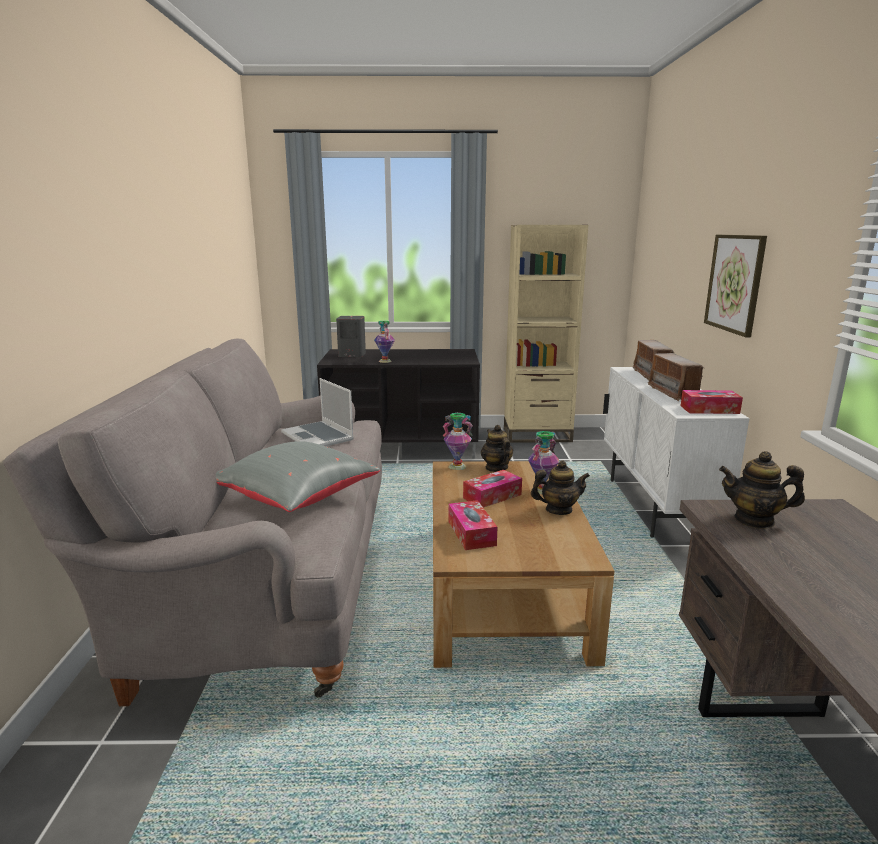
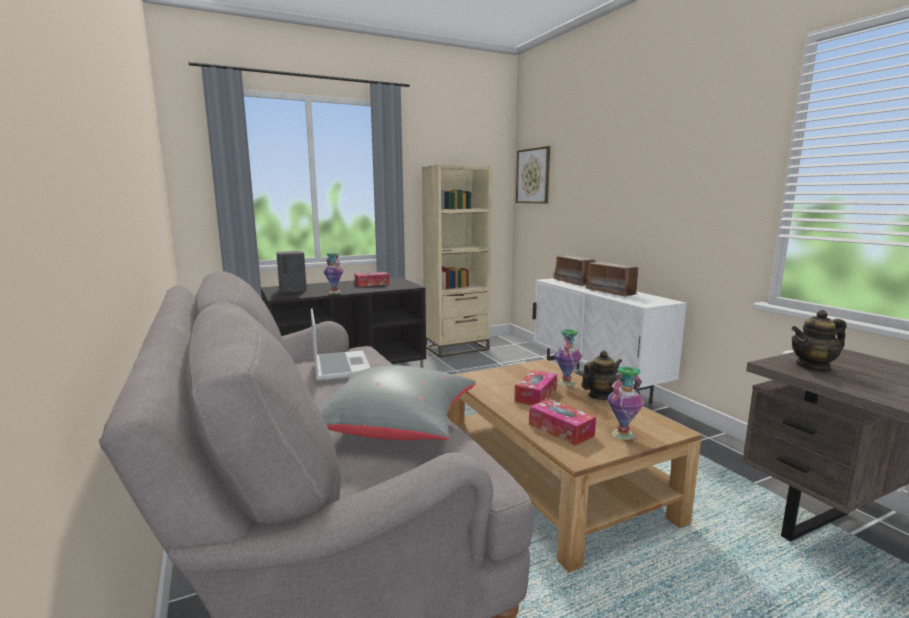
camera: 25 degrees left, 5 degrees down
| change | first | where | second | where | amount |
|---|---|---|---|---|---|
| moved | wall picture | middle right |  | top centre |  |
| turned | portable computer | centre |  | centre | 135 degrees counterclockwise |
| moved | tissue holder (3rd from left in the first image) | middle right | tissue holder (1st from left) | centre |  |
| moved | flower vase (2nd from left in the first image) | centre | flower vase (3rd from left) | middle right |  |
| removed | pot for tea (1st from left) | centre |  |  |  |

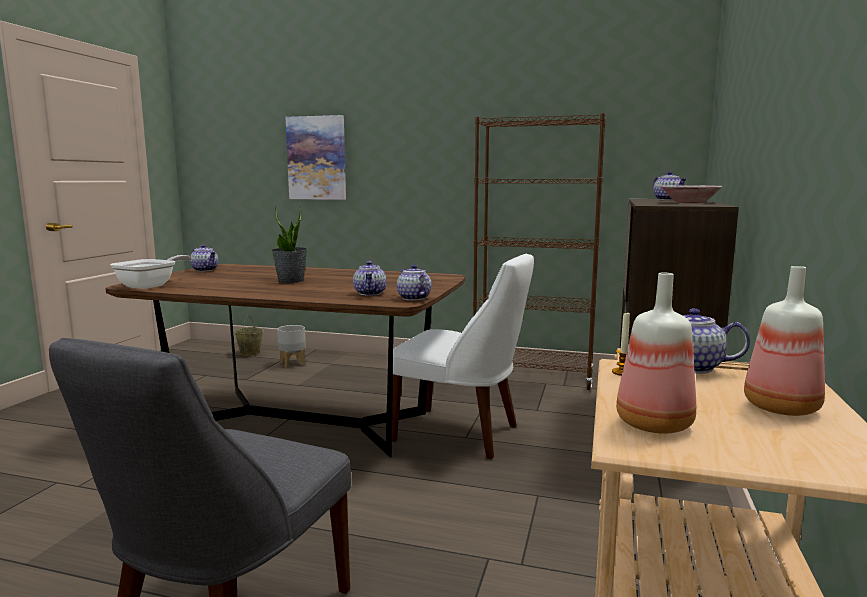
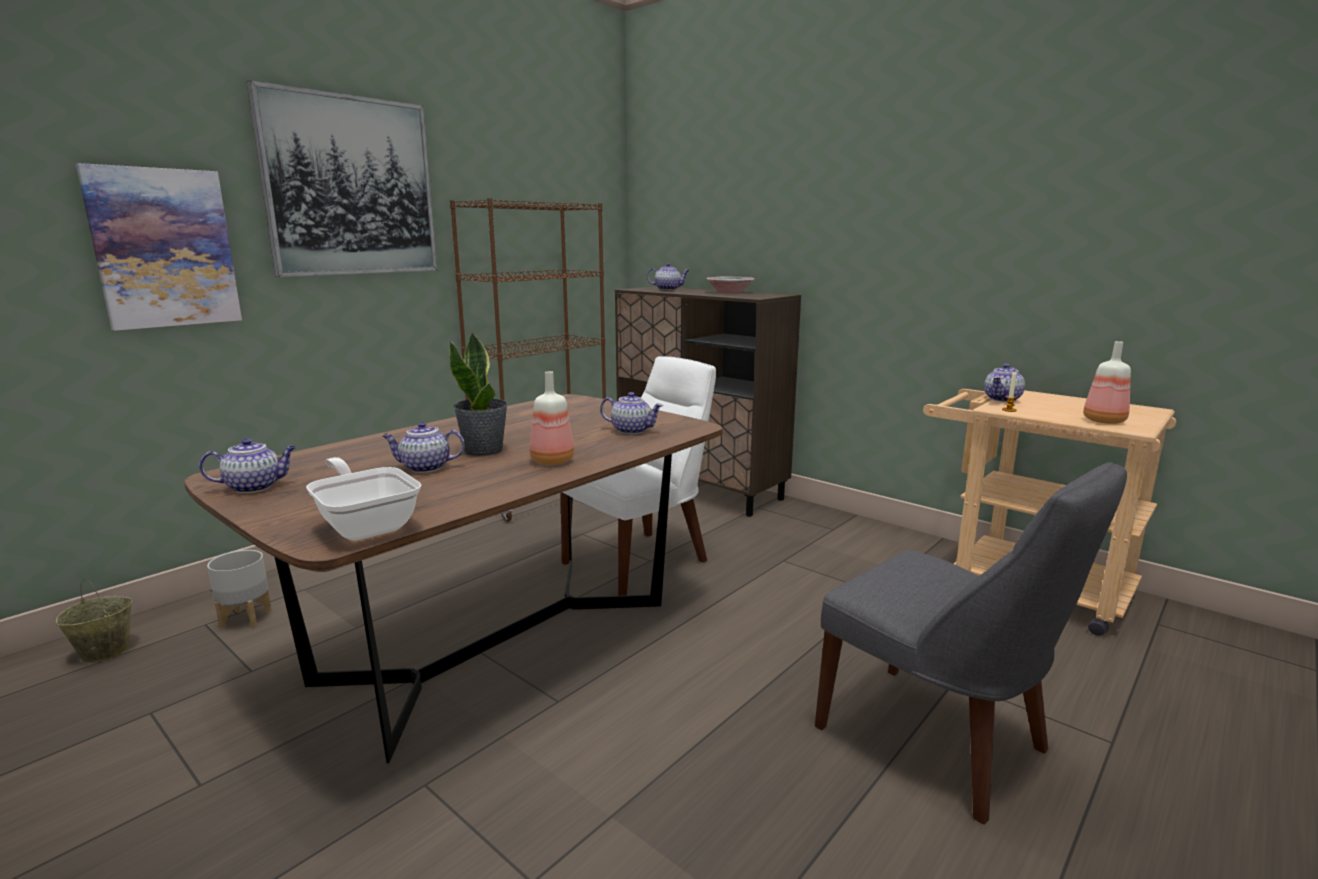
camera: 65 degrees left, 5 degrees up
| change | first | where | second | where | amount |
|---|---|---|---|---|---|
| moved | pot for tea (3rd from left in the first image) | centre | pot for tea (2nd from left) | middle left |  |
| moved | bottle (2nd from left in the first image) | middle right | bottle (1st from left) | centre |  |
| added |  |  | wall picture (2nd from left) | top left |  |

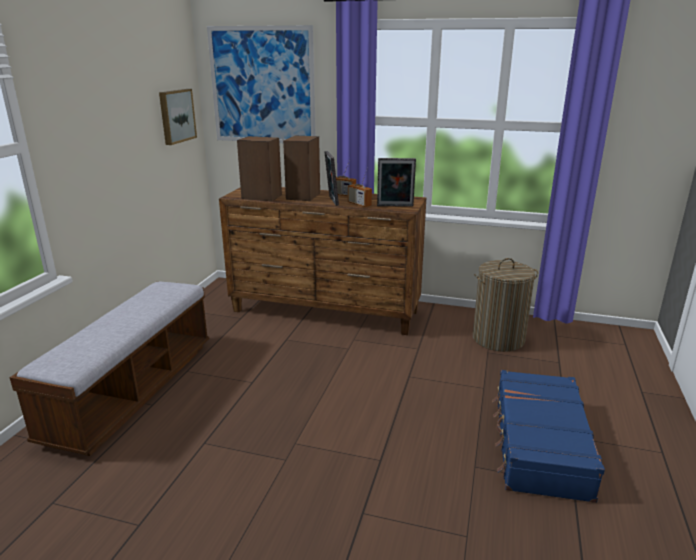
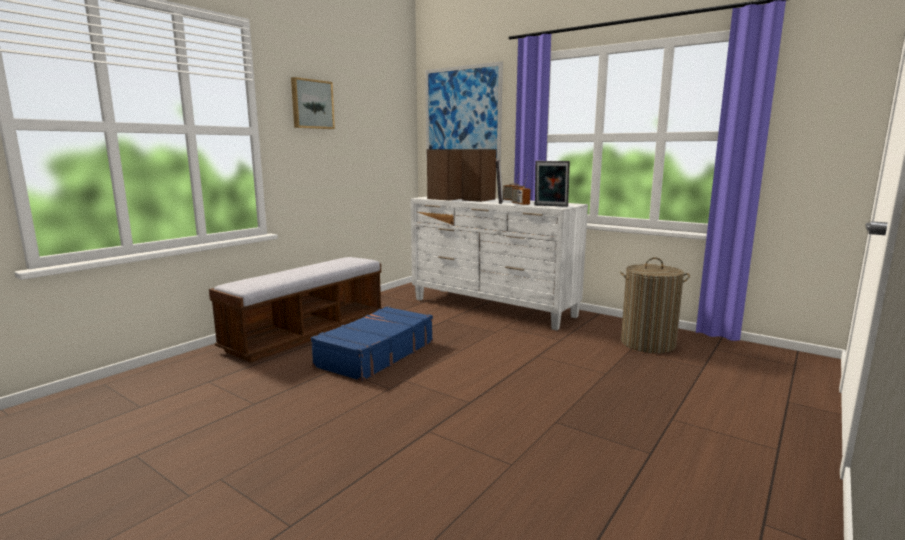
camera: 20 degrees right, 10 degrees down
| change | first | where | second | where | amount |
|---|---|---|---|---|---|
| moved | wall picture (1st from left) | top left |  | top centre |  |
| recoloured | dresser/brownish | centre | dresser/white-coloured | centre |  |
| moved | suitcase/blue | bottom right |  | centre |  |

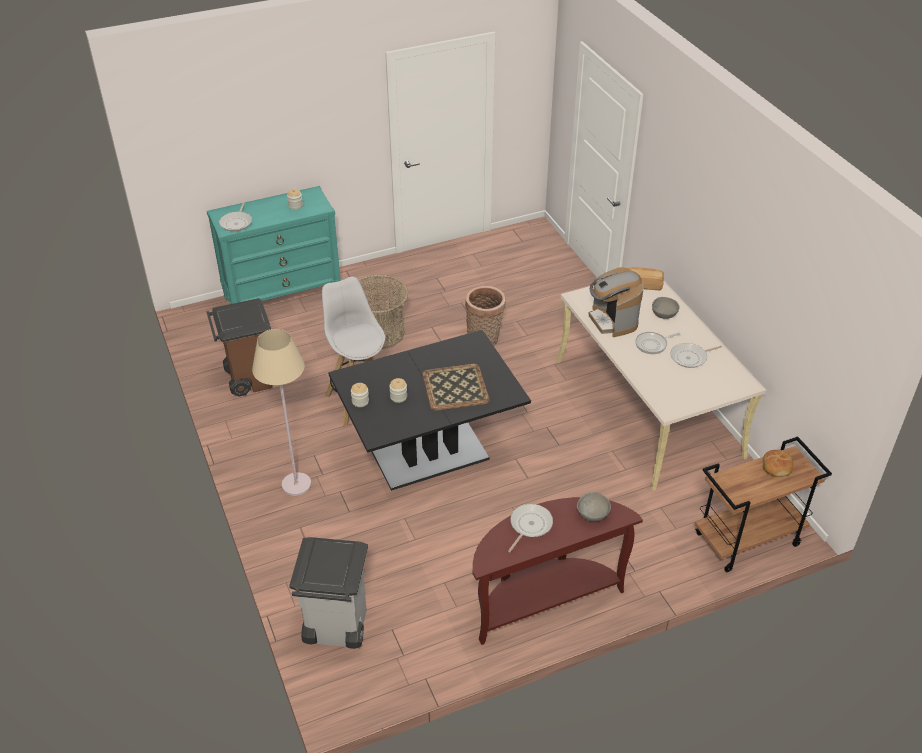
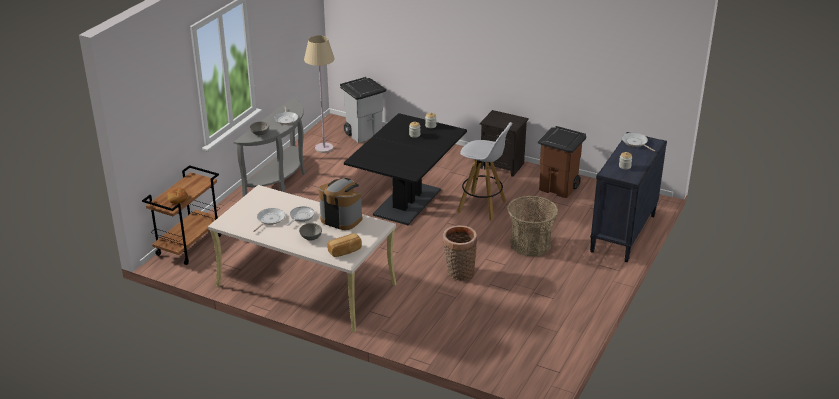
camera: 140 degrees right, 10 degrees down
| change | first | where | second | where | amount |
|---|---|---|---|---|---|
| recoloured | dresser/turquoise | top left | dresser/black | middle right |  |
| moved | floor lamp/sand-coloured | middle left |  | top centre |  |
| removed | tray | centre |  |  |  |
| recoloured | narrow table/brownish | bottom centre | narrow table/gray | middle left |  |
| added |  |  | bedside table/black | centre |  |

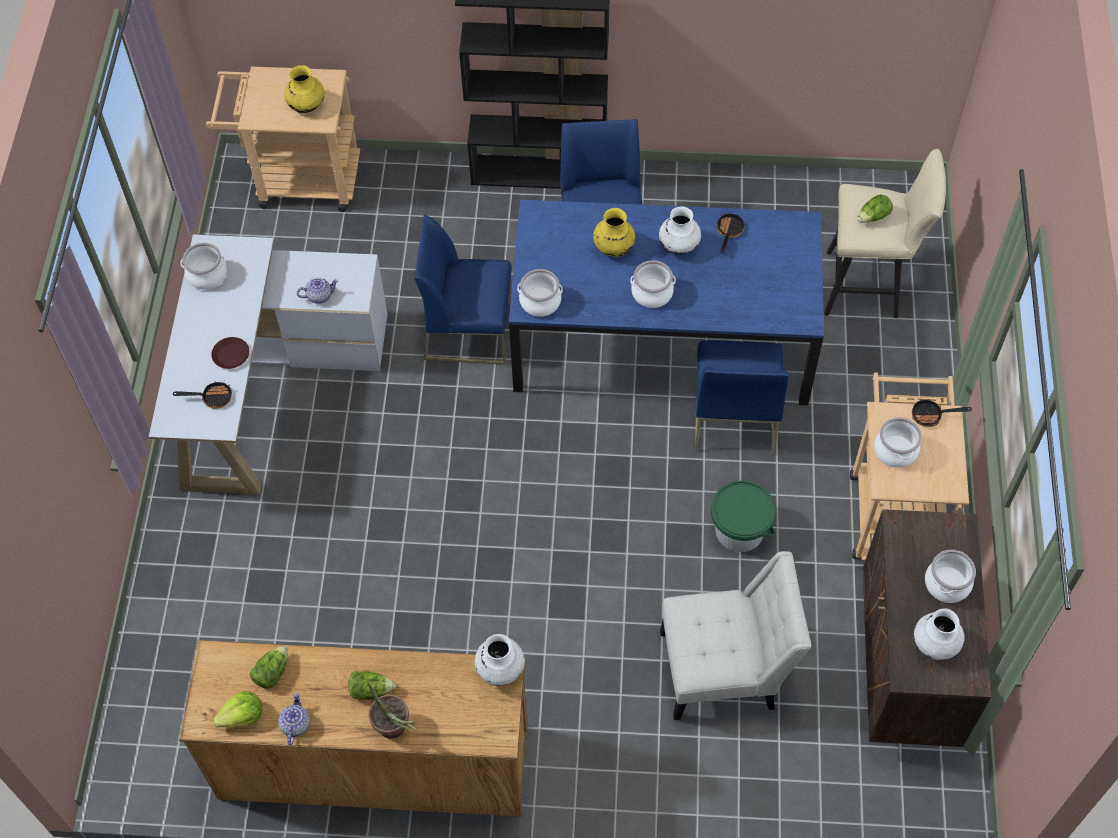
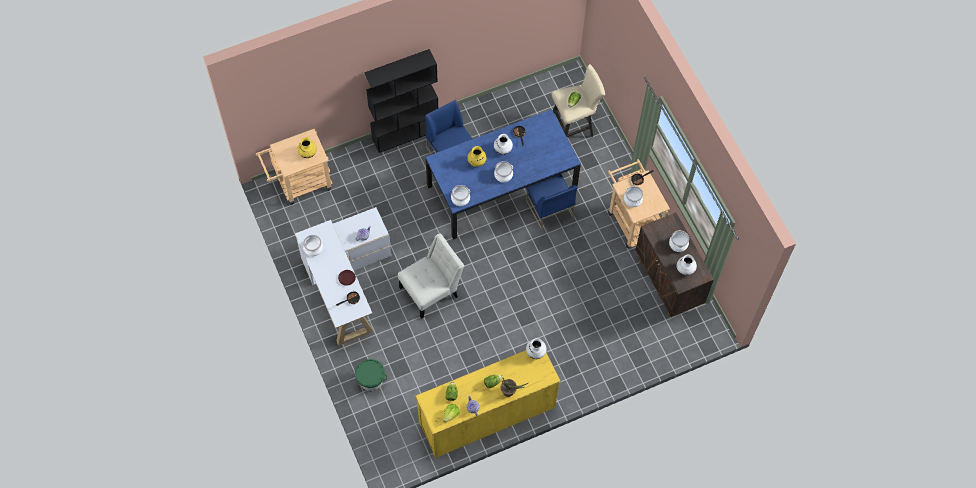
camera: 30 degrees left, 5 degrees up
| change | first | where | second | where | amount |
|---|---|---|---|---|---|
| removed | chair/blue (1st from left) | centre |  |  |  |
| moved | bucket/greenish | centre |  | bottom centre |  |
| moved | chair/white-coloured | bottom centre |  | centre |  |
| recoloured | dresser/brownish | bottom left | dresser/yellow-coloured | bottom centre |  |

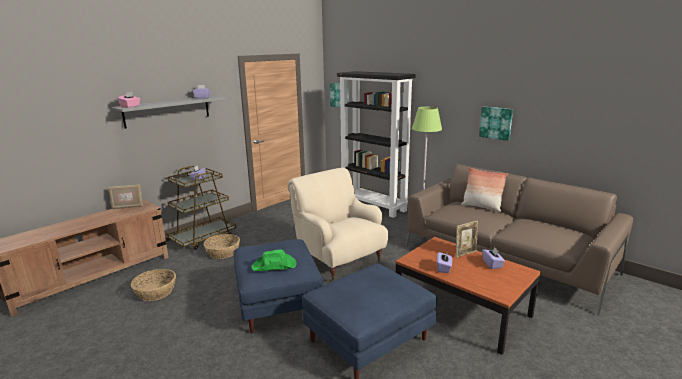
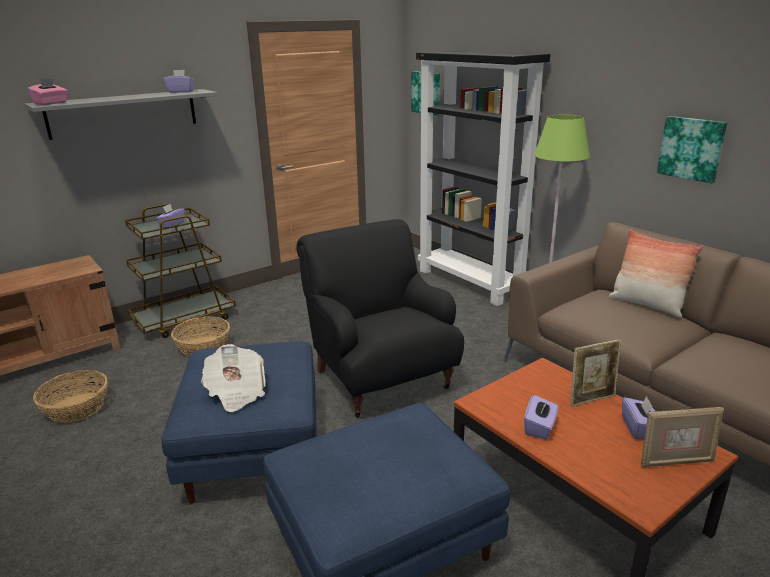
camera: 10 degrees right, 5 degrees up
| change | first | where | second | where | amount |
|---|---|---|---|---|---|
| recoloured | lounge chair/sand-coloured | centre | lounge chair/black | centre |  |
| moved | standing frame (1st from left in the first image) | middle left | standing frame (2nd from left) | bottom right |  |
| replaced | wearable hat/greenish | bottom centre | printed paper | middle left |  |

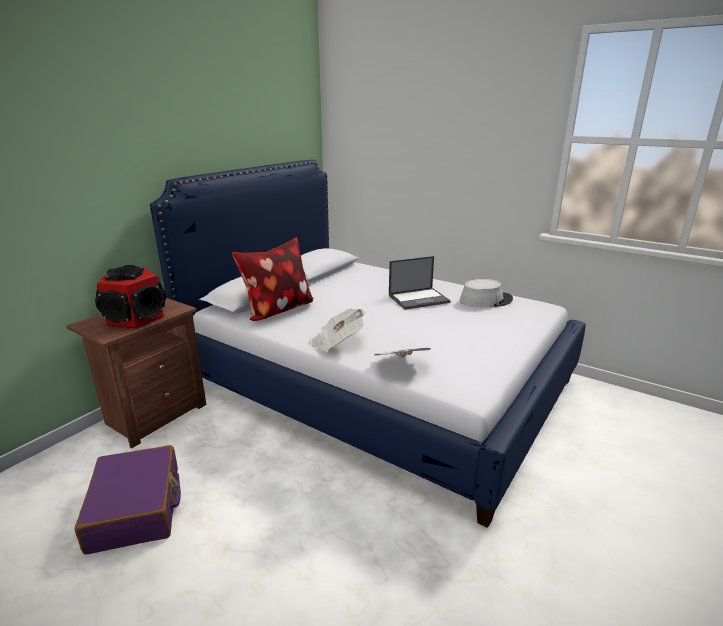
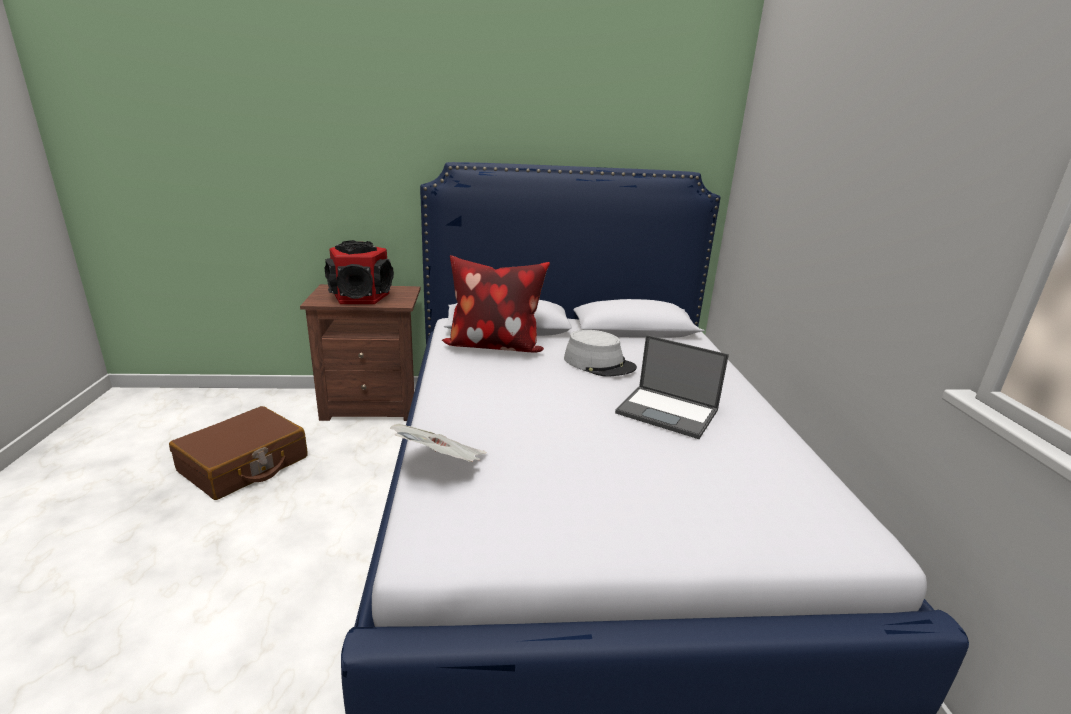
camera: 50 degrees right, 0 degrees up
| change | first | where | second | where | amount |
|---|---|---|---|---|---|
| moved | wearable hat/gray | middle right |  | centre |  |
| removed | printed paper (1st from left) | centre |  |  |  |
| recoloured | suitcase/purple | bottom left | suitcase/brownish | middle left |  |

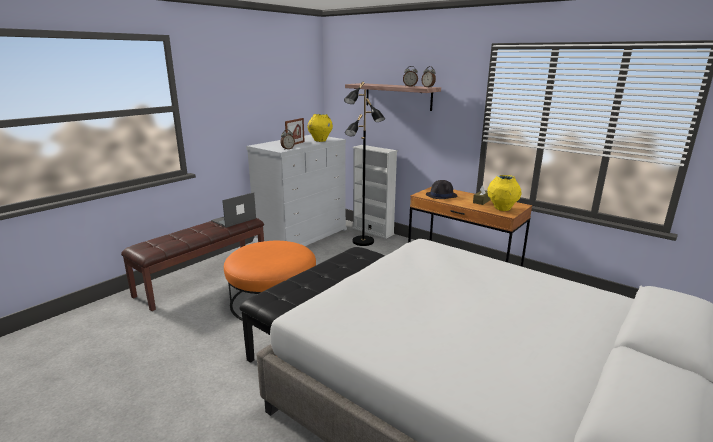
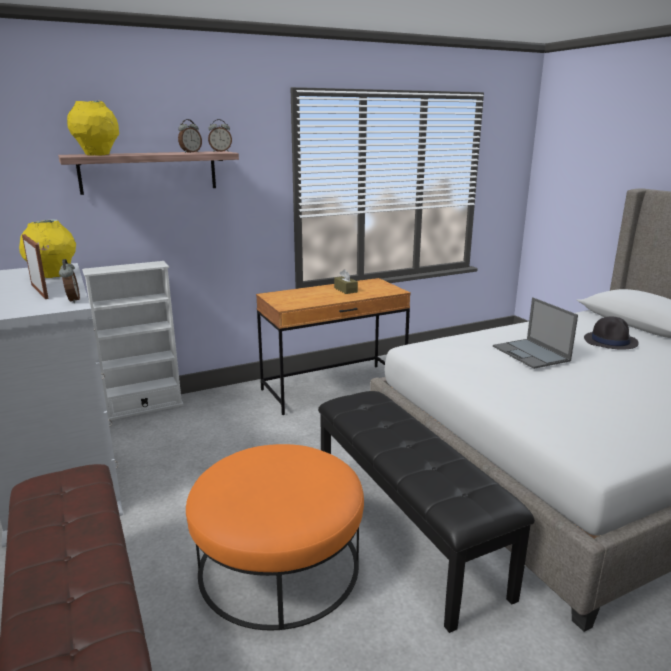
camera: 65 degrees left, 0 degrees up
| change | first | where | second | where | amount |
|---|---|---|---|---|---|
| removed | floor lamp/black | centre |  |  |  |
| moved | flower vase/yellow-coloured (2nd from left) | middle right |  | top left |  |
| moved | wearable hat/black | centre |  | middle right |  |
| moved | portable computer | middle left |  | middle right |  |

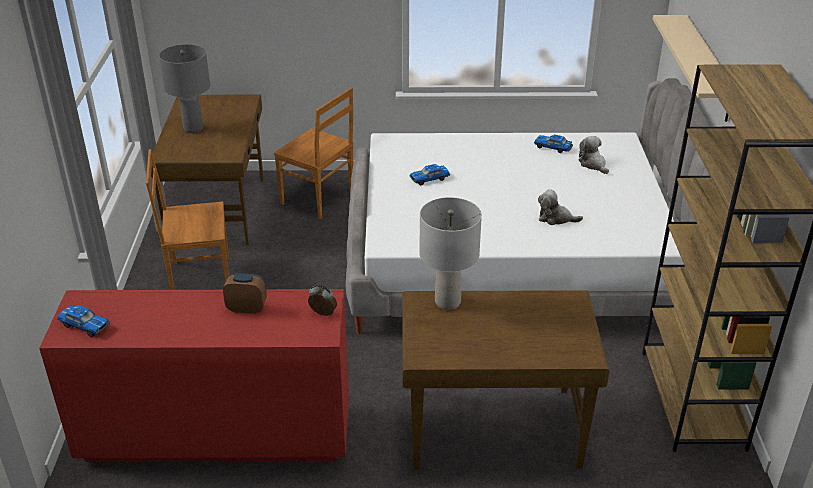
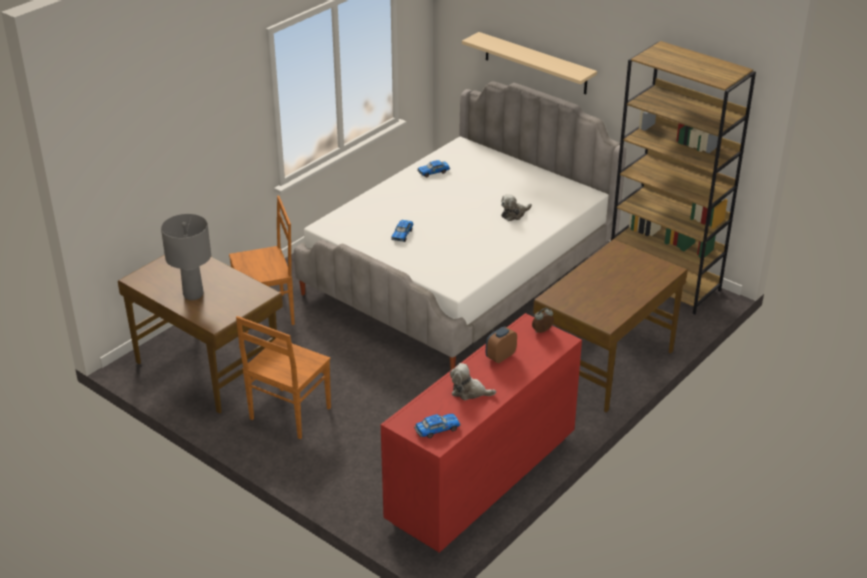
camera: 50 degrees left, 0 degrees up
| change | first | where | second | where | amount |
|---|---|---|---|---|---|
| moved | cuddly toy (2nd from left in the first image) | top right | cuddly toy (1st from left) | centre |  |
| removed | tabletop lamp/gray (2nd from left) | centre |  |  |  |

